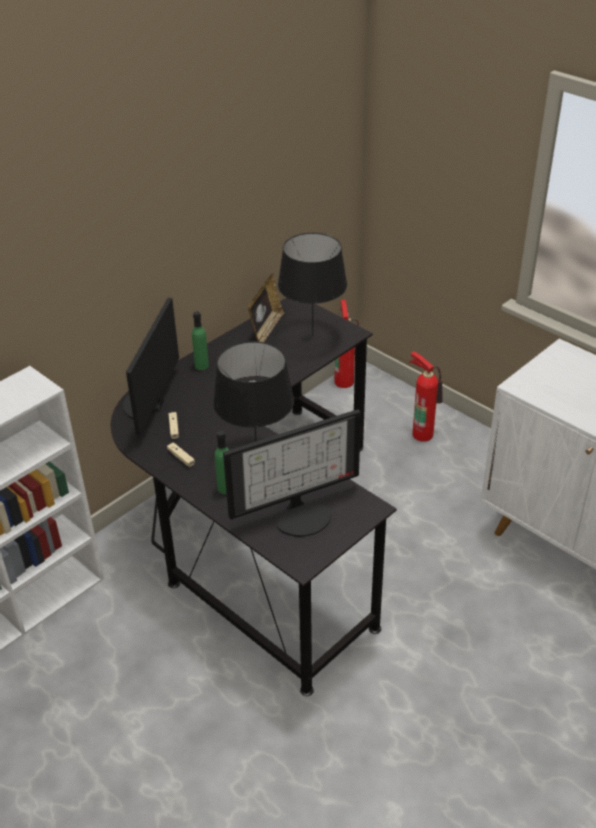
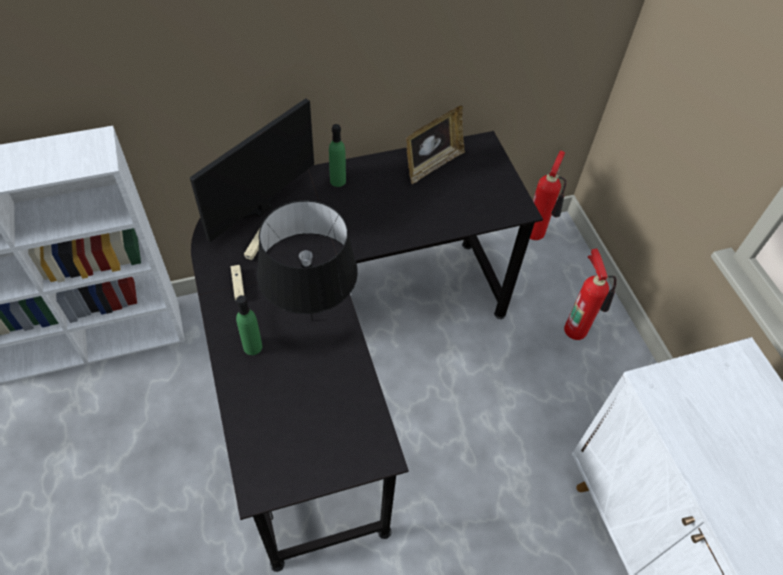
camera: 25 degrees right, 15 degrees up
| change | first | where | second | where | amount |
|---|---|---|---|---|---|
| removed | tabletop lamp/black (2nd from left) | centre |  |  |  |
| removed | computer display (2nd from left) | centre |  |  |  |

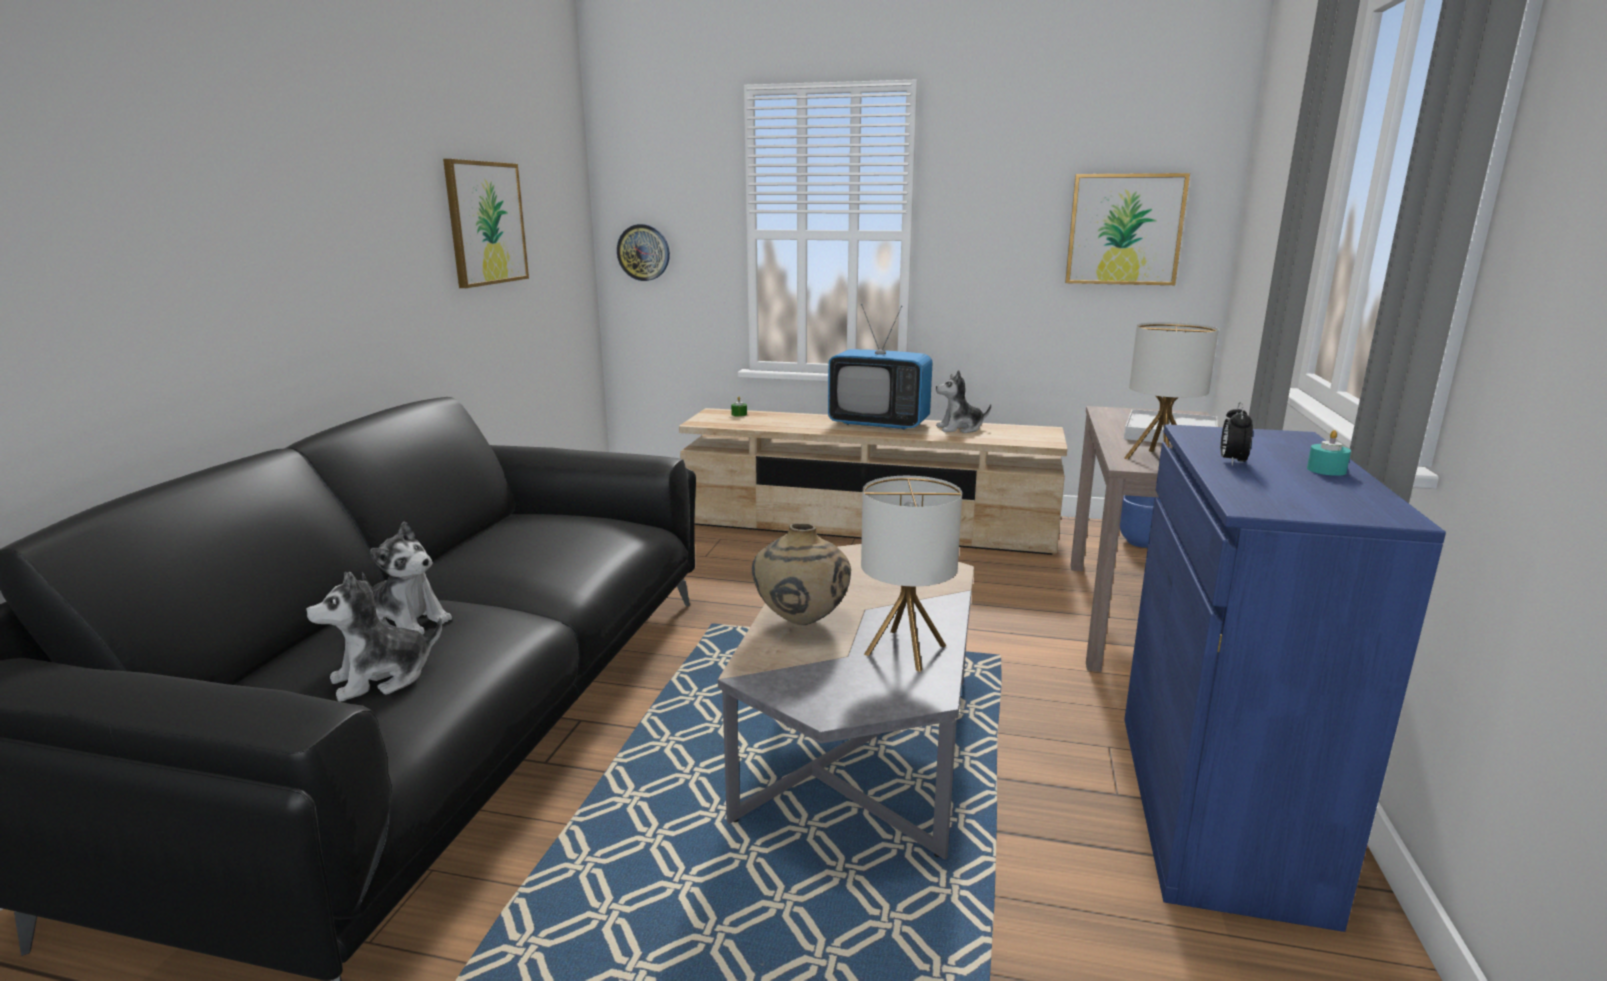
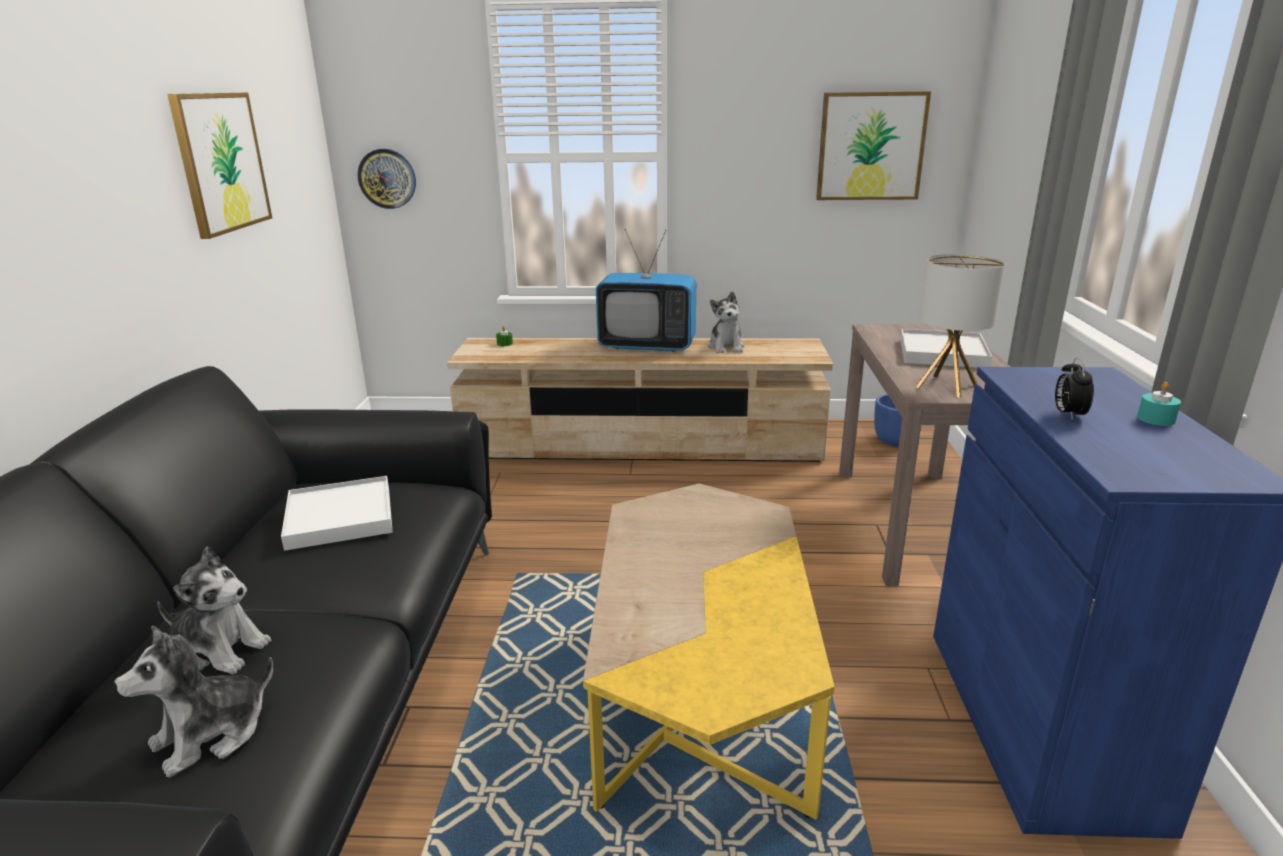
camera: 10 degrees left, 5 degrees up
| change | first | where | second | where | amount |
|---|---|---|---|---|---|
| turned | cuddly toy (3rd from left) | centre |  | centre | 75 degrees counterclockwise |
| removed | tabletop lamp (1st from left) | centre |  |  |  |
| removed | flower vase/sand-coloured | centre |  |  |  |
| recoloured | low table/gray | bottom centre | low table/yellow-coloured | bottom centre |  |
| added |  |  | tray/white-coloured (1st from left) | middle left |  |

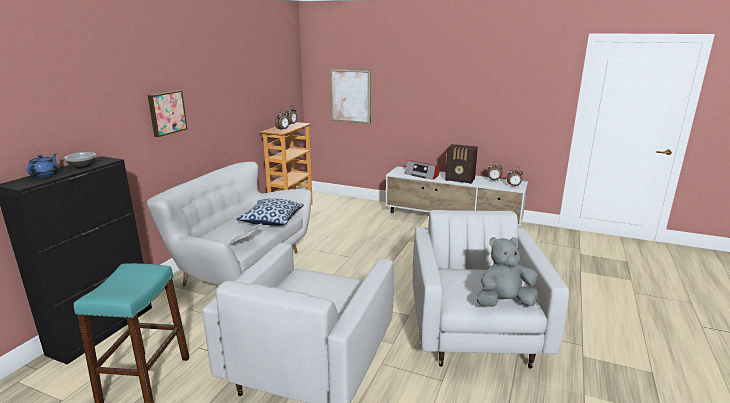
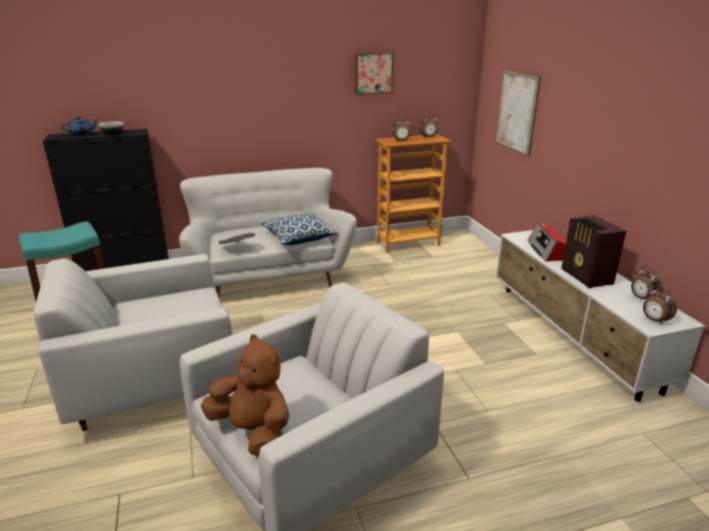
camera: 50 degrees right, 5 degrees up
| change | first | where | second | where | amount |
|---|---|---|---|---|---|
| moved | wall picture (1st from left) | top left |  | top centre |  |
| recoloured | cuddly toy/gray | bottom right | cuddly toy/brownish | bottom centre |  |

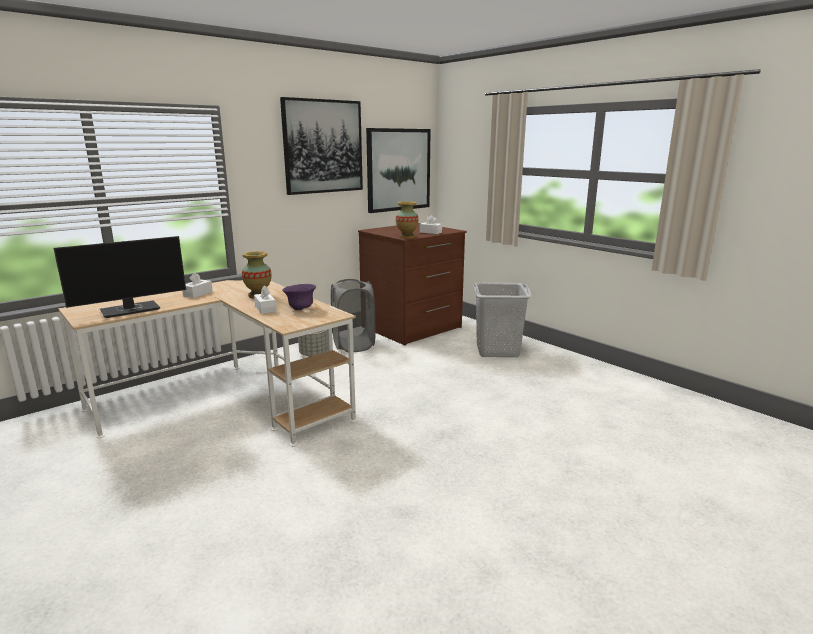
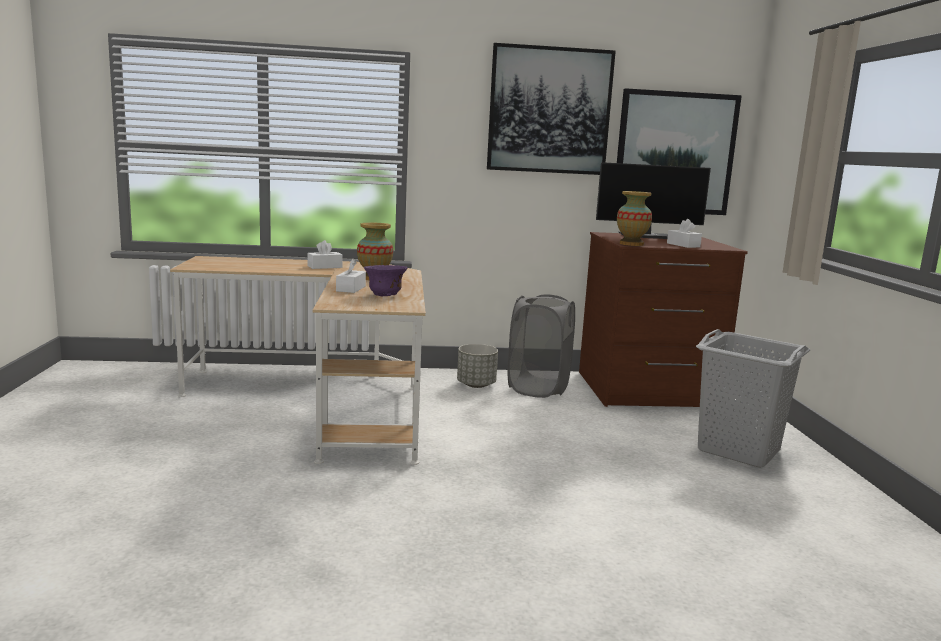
camera: 35 degrees right, 5 degrees down
| change | first | where | second | where | amount |
|---|---|---|---|---|---|
| moved | computer display | middle left |  | top right |  |

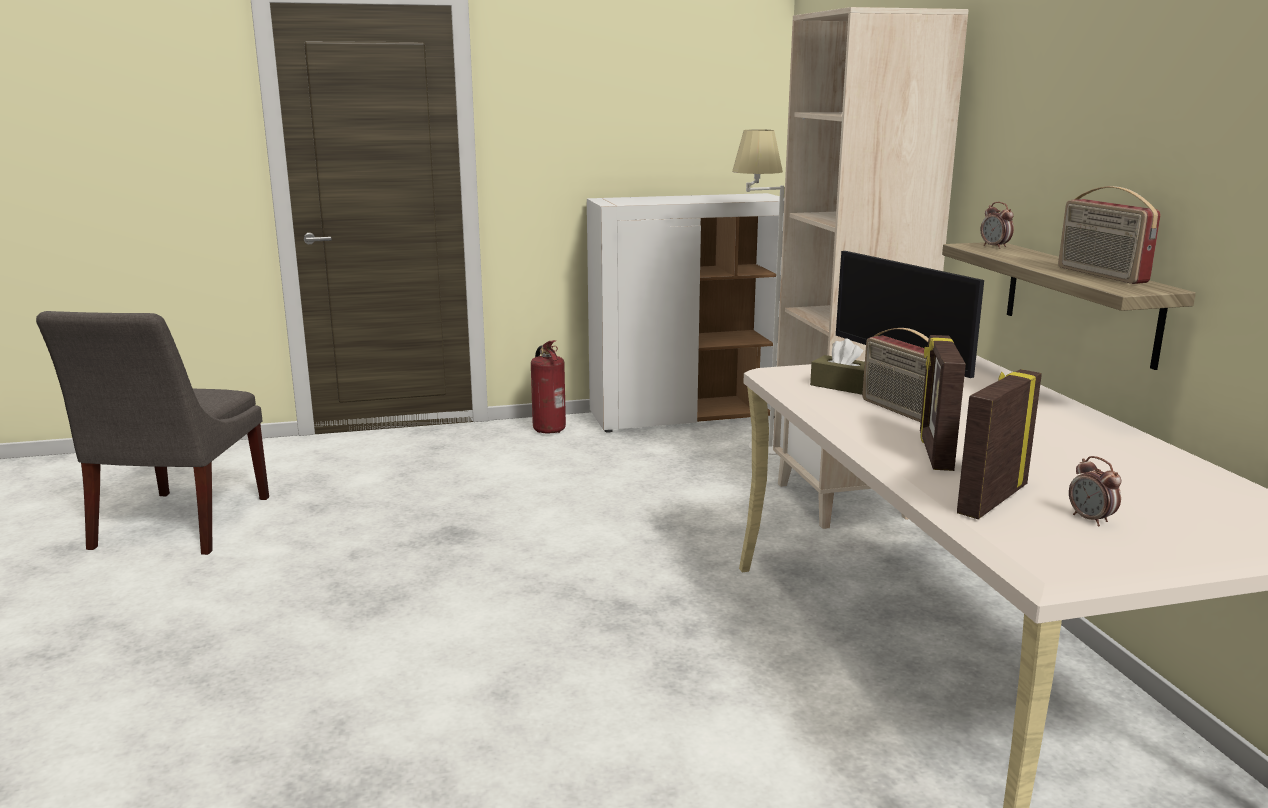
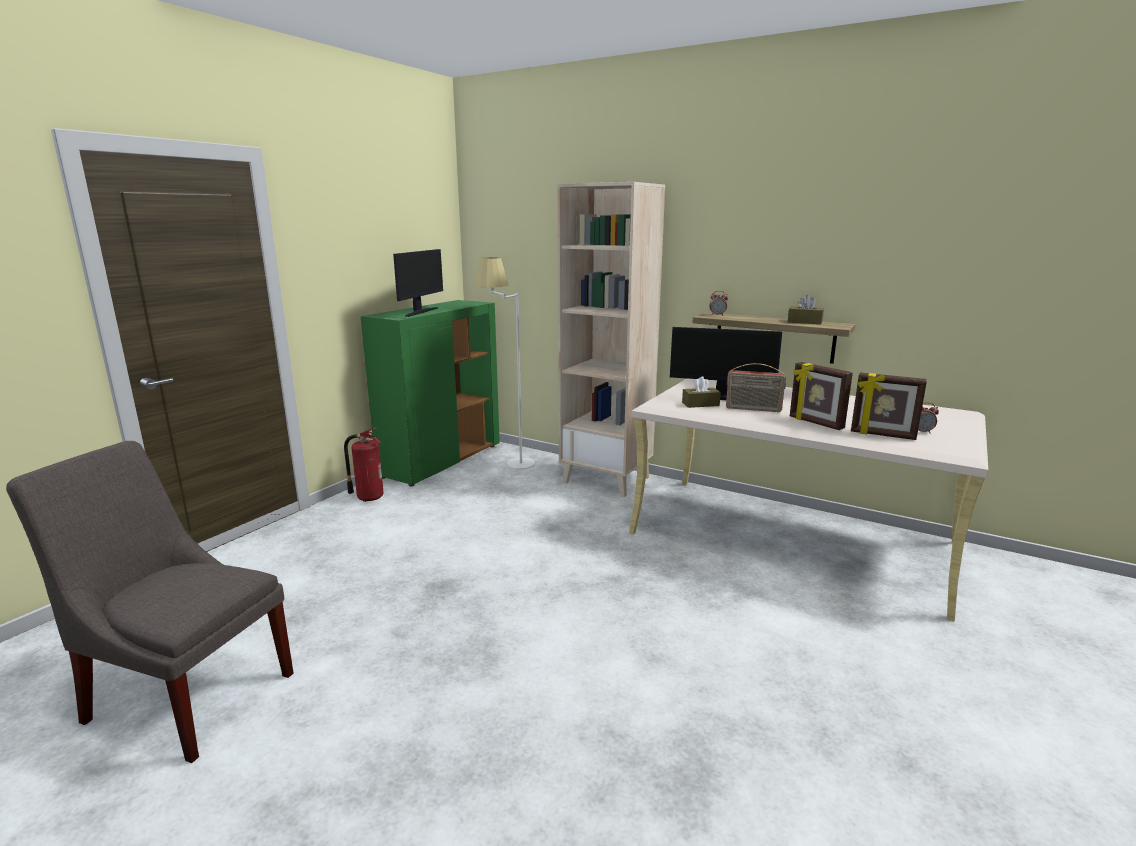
camera: 45 degrees left, 0 degrees up
| change | first | where | second | where | amount |
|---|---|---|---|---|---|
| replaced | radio (2nd from left) | top right | tissue holder/brownish (2nd from left) | middle right |  |
| recoloured | cabinet/white-coloured | centre | cabinet/greenish | centre |  |
| turned | chair/gray | middle left |  | bottom left | 150 degrees clockwise |
| turned | standing frame (2nd from left) | middle right |  | middle right | 60 degrees counterclockwise |
| added |  |  | computer display (1st from left) | centre |  |

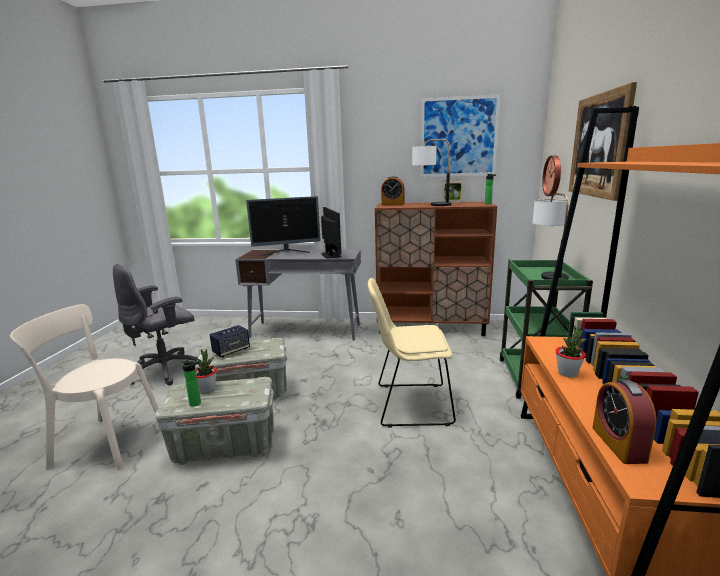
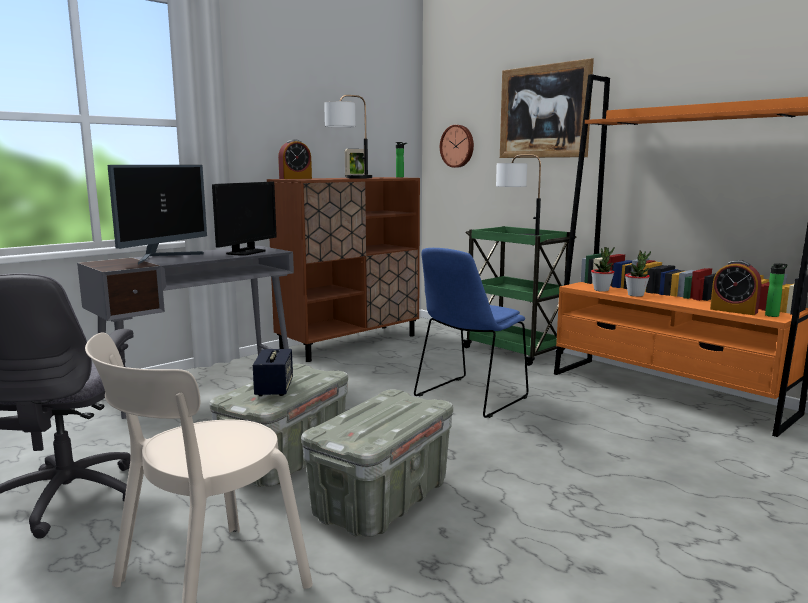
camera: 50 degrees left, 5 degrees down
| change | first | where | second | where | amount |
|---|---|---|---|---|---|
| removed | wall picture (1st from left) | top centre |  |  |  |
| turned | computer display (2nd from left) | centre |  | middle left | 90 degrees clockwise |
| recoloured | chair/sand-coloured (2nd from left) | centre | chair/blue | centre |  |
| moved | potted plant (1st from left) | middle left |  | middle right |  |
| moved | bottle (1st from left in the first image) | middle left | bottle (2nd from left) | middle right |  |

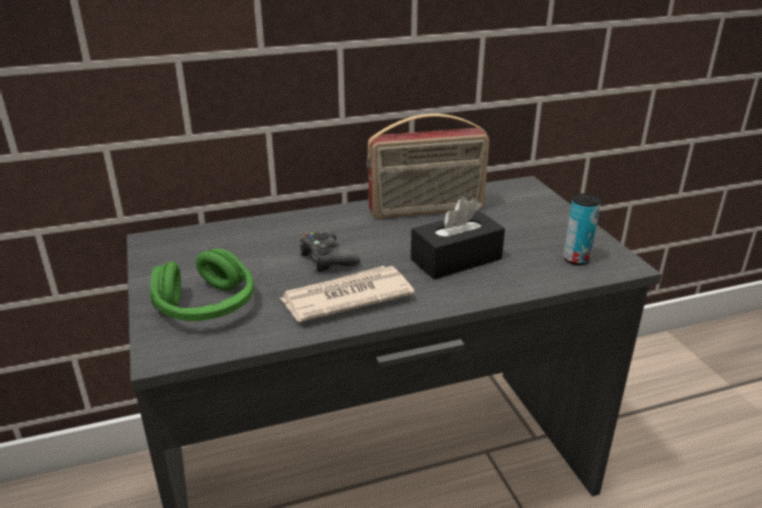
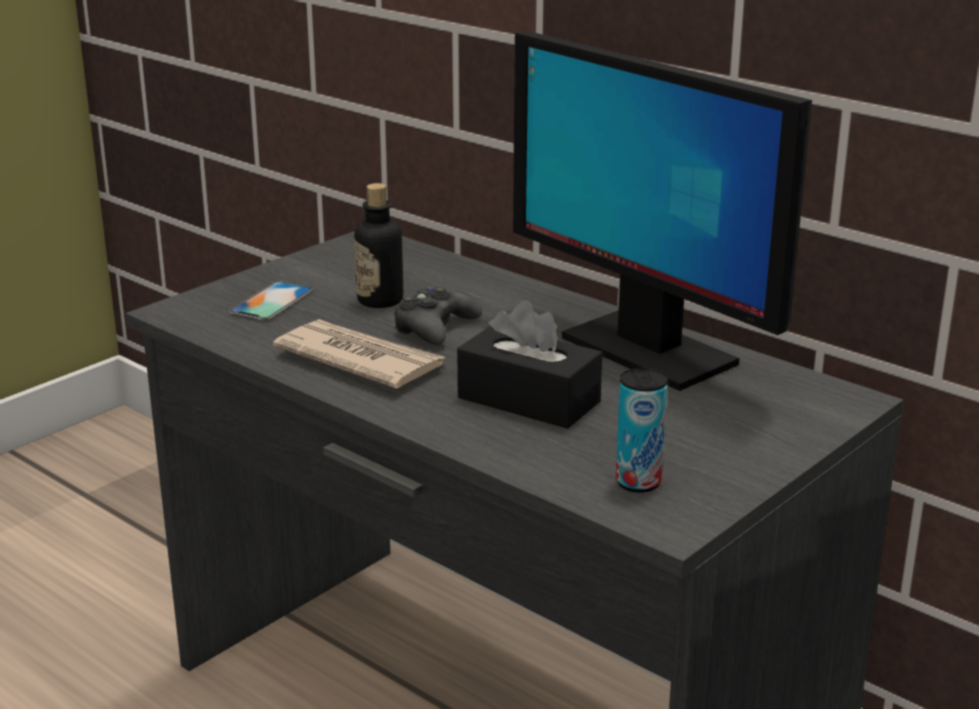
camera: 60 degrees right, 5 degrees down
| change | first | where | second | where | amount |
|---|---|---|---|---|---|
| replaced | radio | top centre | computer display | top right |  |
| replaced | headphones/greenish | middle left | handset | middle left |  |
| added |  |  | bottle | centre |  |

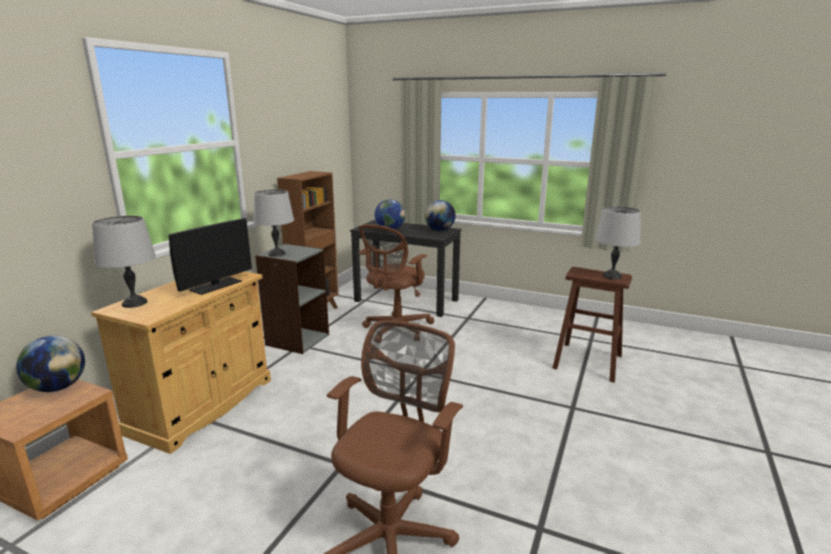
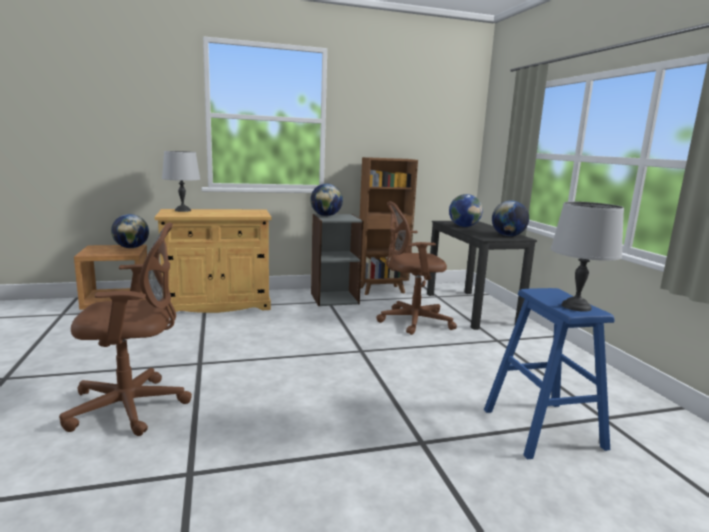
camera: 50 degrees right, 5 degrees down
| change | first | where | second | where | amount |
|---|---|---|---|---|---|
| replaced | tabletop lamp/gray (2nd from left) | middle left | world globe (2nd from left) | centre |  |
| removed | computer display | middle left |  |  |  |
| recoloured | sitting stool/brownish | middle right | sitting stool/blue | bottom right |  |

